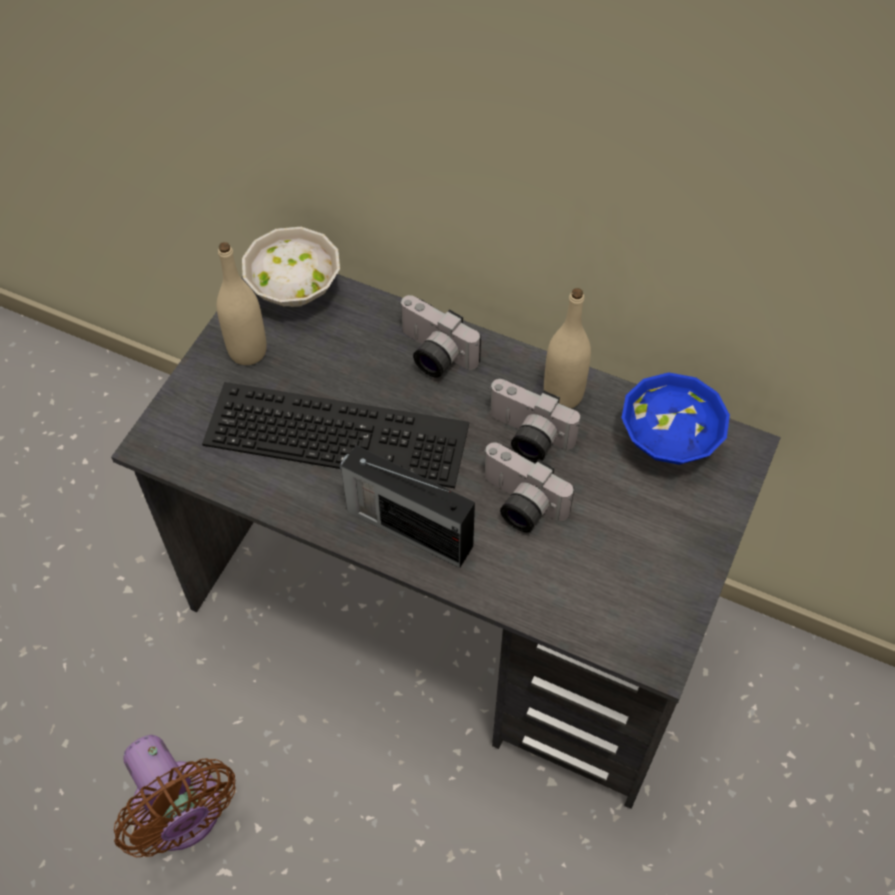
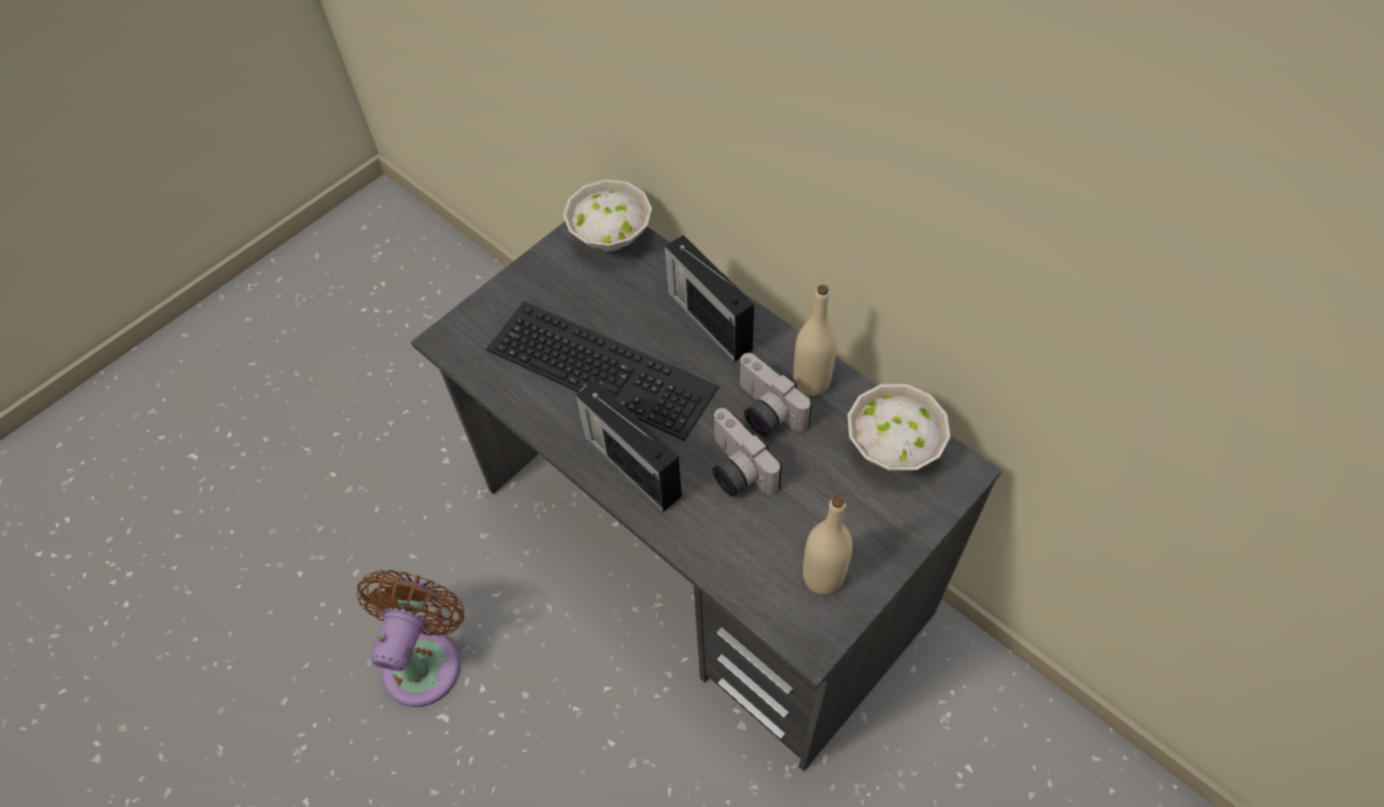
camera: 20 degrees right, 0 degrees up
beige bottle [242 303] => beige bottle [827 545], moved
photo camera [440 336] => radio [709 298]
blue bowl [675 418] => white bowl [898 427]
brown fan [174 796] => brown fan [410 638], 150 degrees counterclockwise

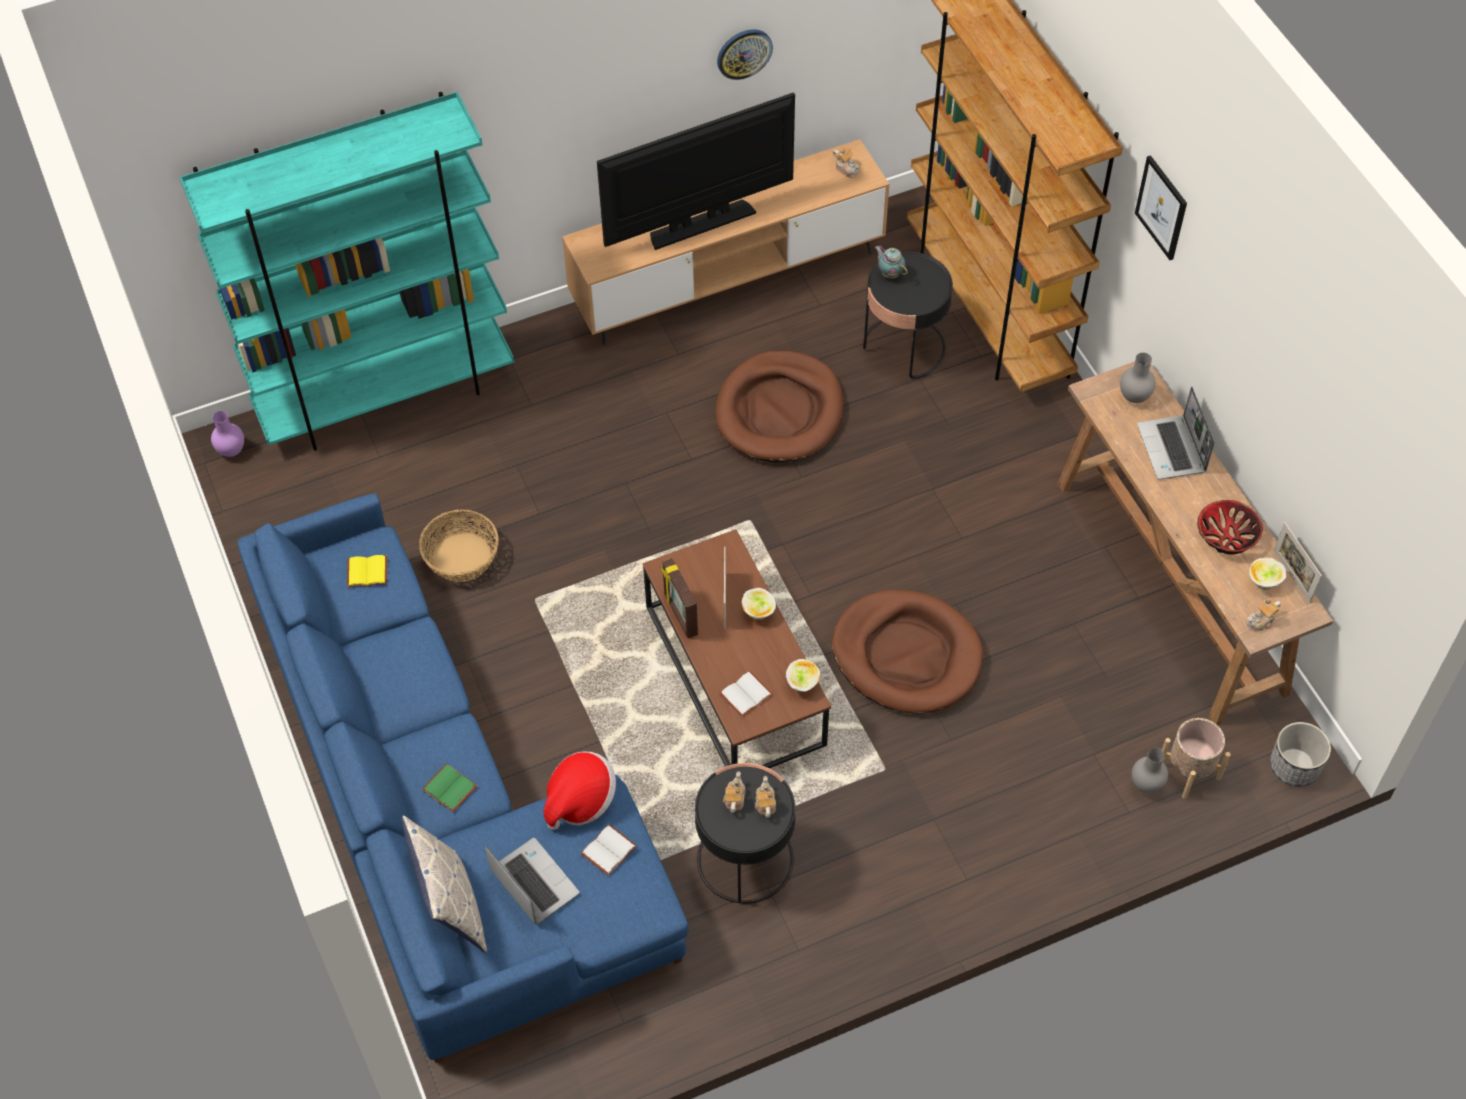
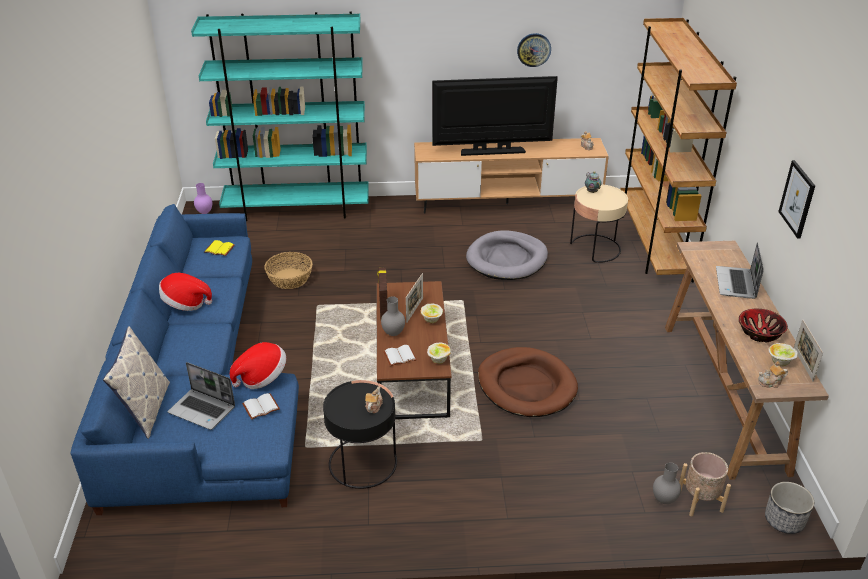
camera: 20 degrees right, 20 degrees down
green book [449 788] => nothing
teapot [734 792] => nothing
nothing => hat [185 291]
grey vase [1138 377] => grey vase [393 316], moved
picture [1161 207] => picture [796 199], moved
brown dog bed [779 407] => grey dog bed [507 255]
black side table [908 315] => beige side table [599 223]
laptop [532 881] => laptop [201 396], 135 degrees clockwise

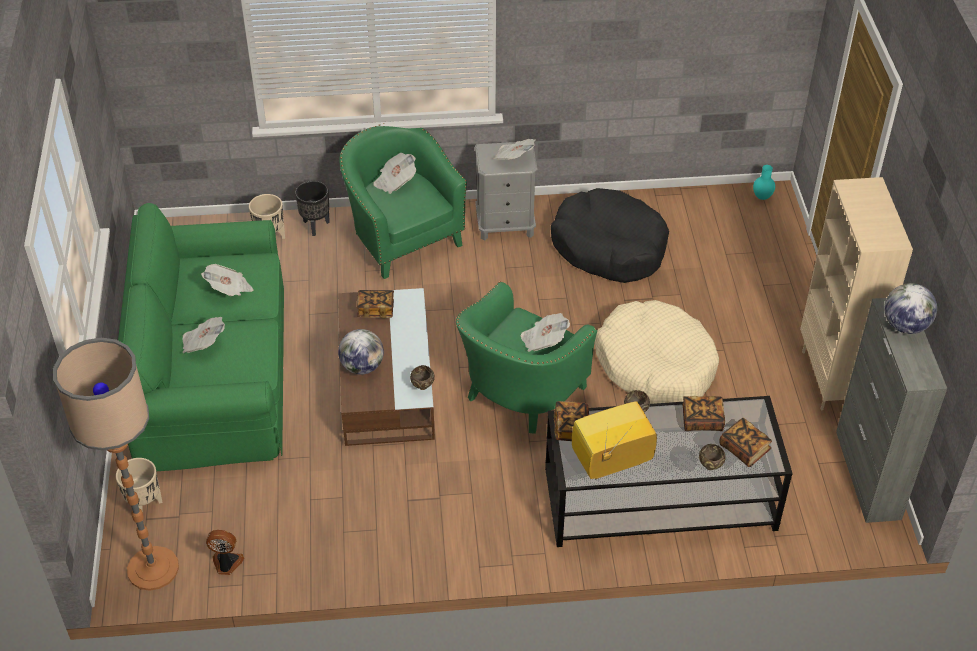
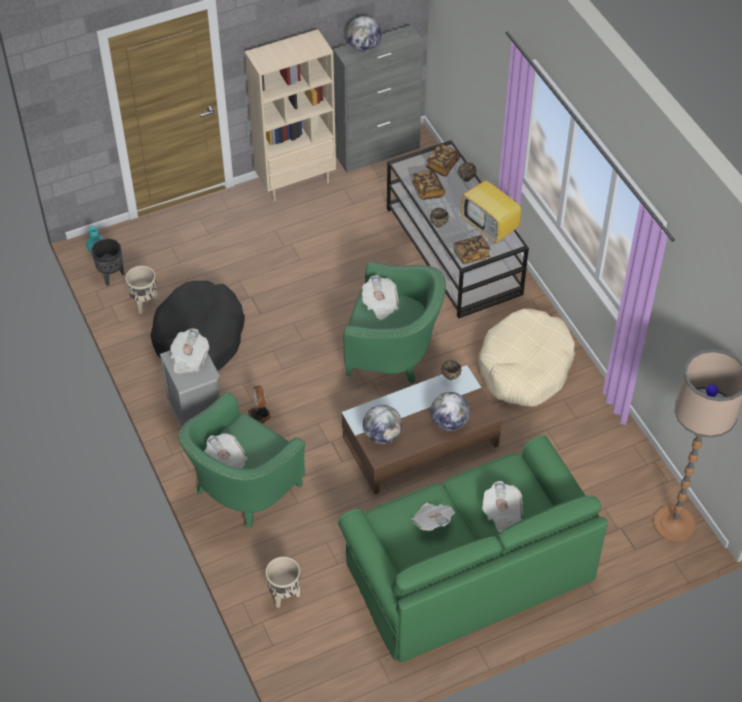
camera: 110 degrees left, 5 degrees up
beige planter [139 485] => beige planter [141 290], moved
fan [225 552] => fan [259 405], moved
black planter [312 208] => black planter [107 262], moved
beige dog bed [657 352] => beige dog bed [526 357], moved
book [375 304] => globe [382 424]

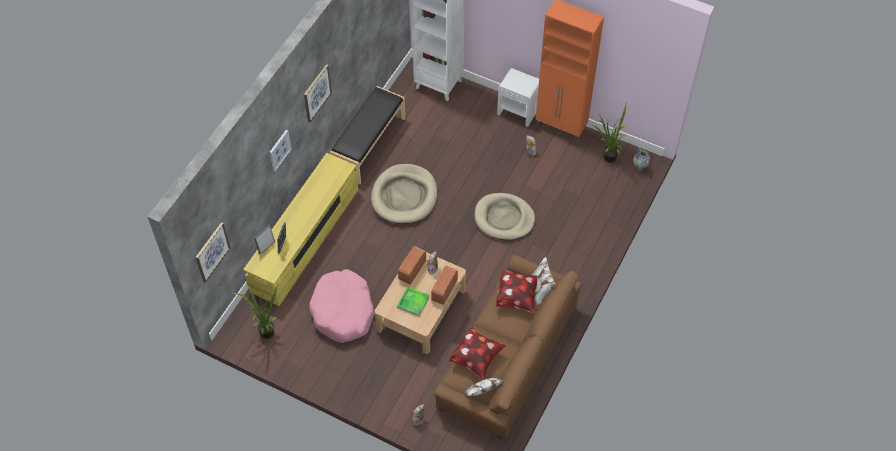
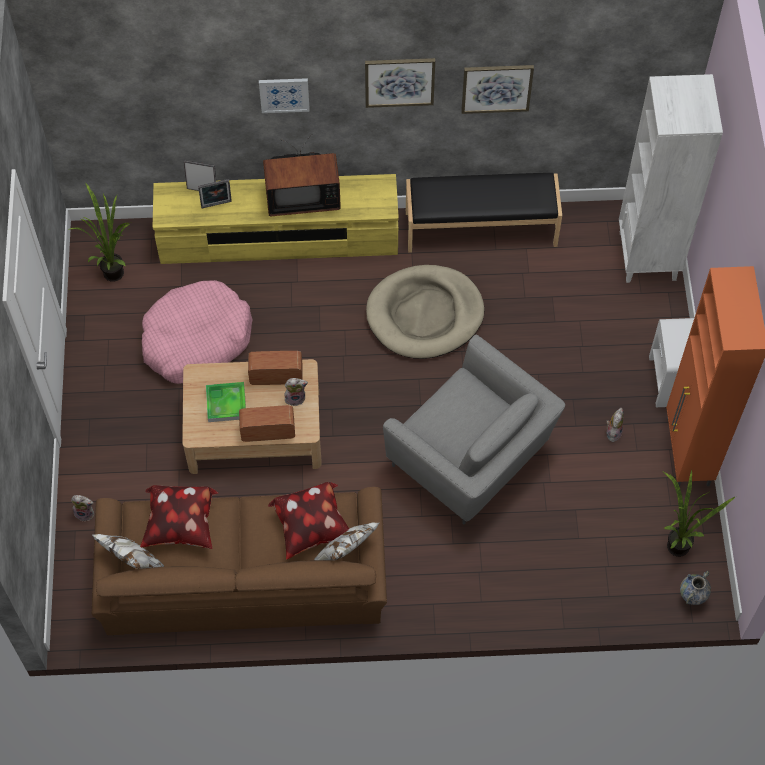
camera: 60 degrees right, 5 degrees up
nothing => television [302 174]
picture [212 252] => picture [497 89], moved
beige dog bed [505 216] => grey armchair [474 429]

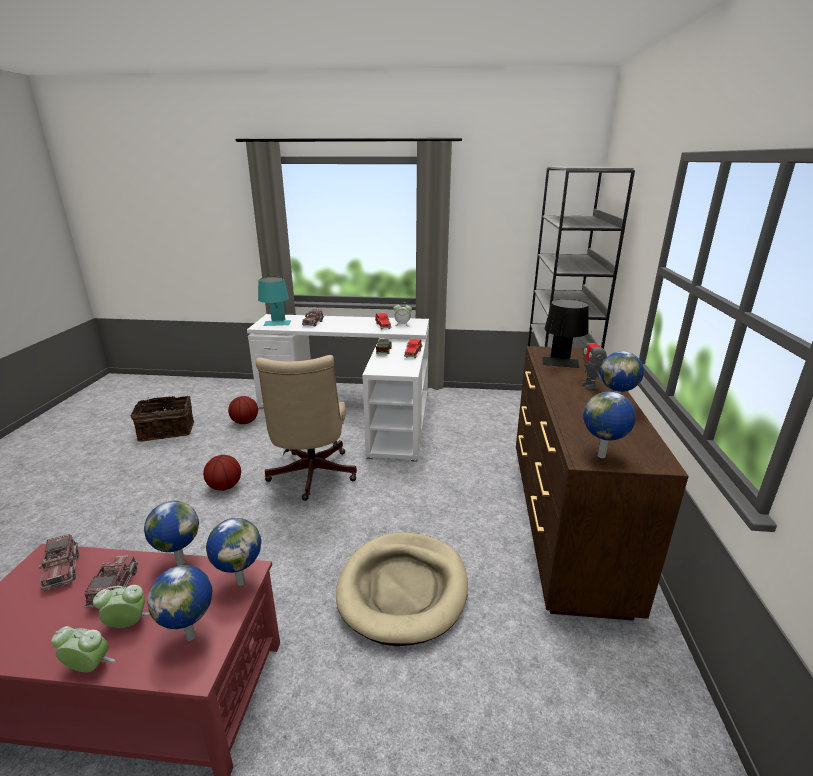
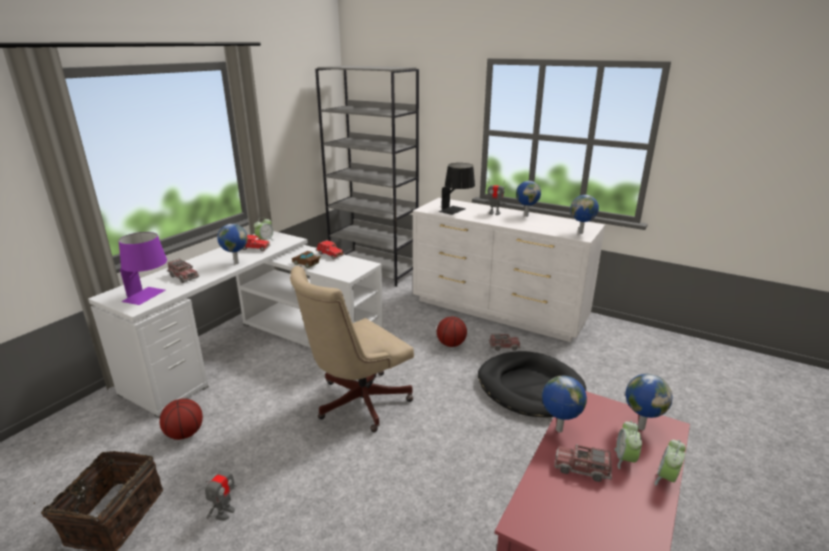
camera: 65 degrees left, 0 degrees up
nothing => toy robot [221 491]
toy truck [59 562] => toy truck [504 342], moved
basketball [222 473] => basketball [452 332], moved
globe [233 552] => globe [232 244], moved
turquoise table lamp [274 301] => purple table lamp [143 268]
beige dog bed [402 589] => black dog bed [532 384]
brown dresser [602 483] => white dresser [509 270]
beige office chair [306 428] => beige office chair [352 349], 120 degrees clockwise

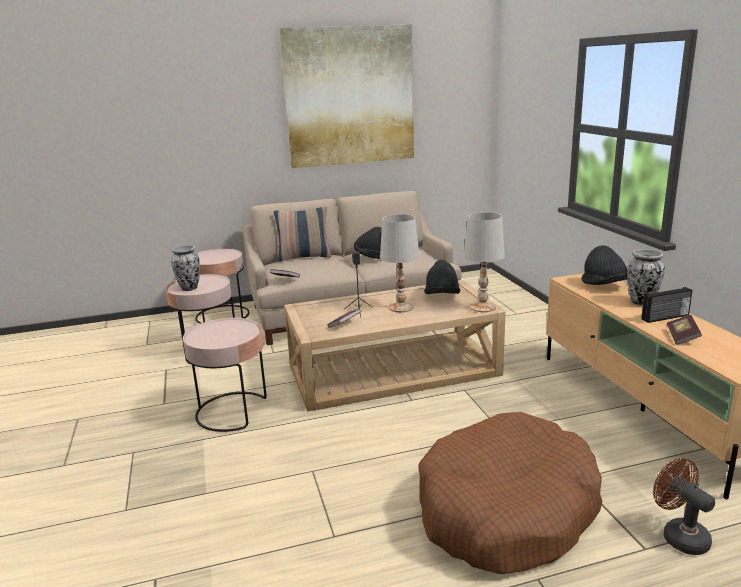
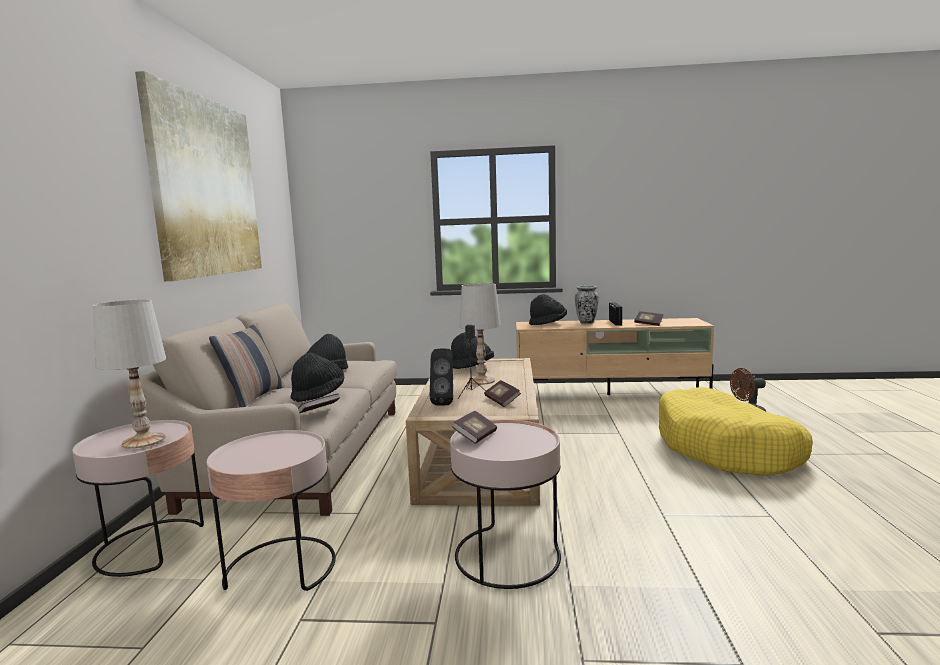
camera: 70 degrees left, 10 degrees down
vase [185 268] => nothing
nothing => black hat [317 377]
nothing => black speaker [441 377]
nothing => book [474 427]
white table lamp [484 262] => white table lamp [129 374], moved
brown dog bed [510 493] => yellow dog bed [736 431]

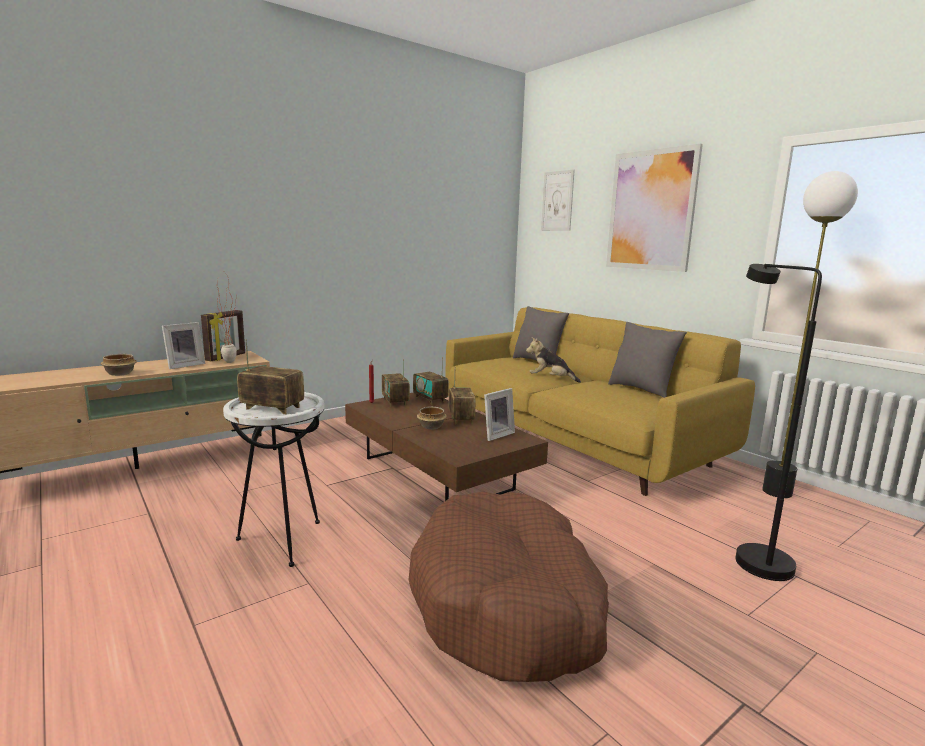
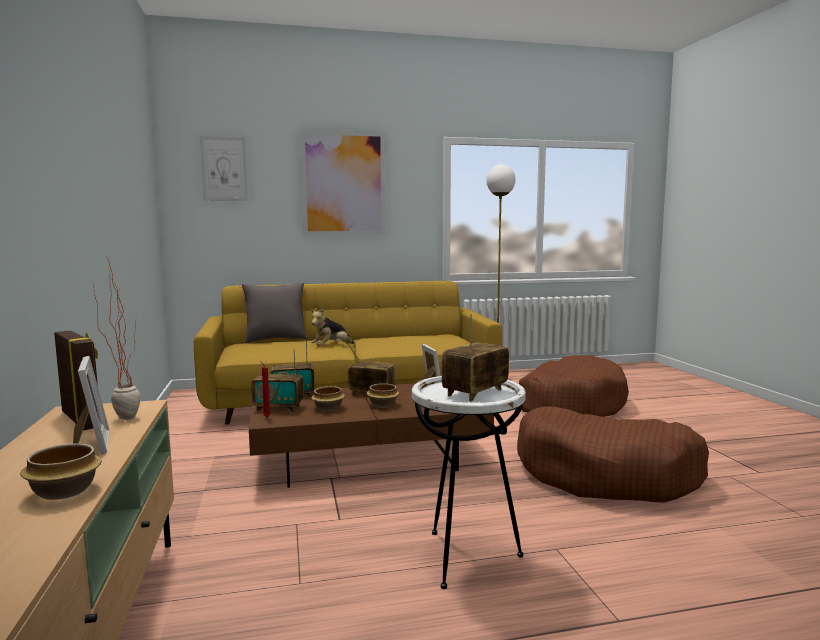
camera: 65 degrees left, 5 degrees down
grey pillow [647 360] => nothing
nothing => bowl [328 398]
black floor lamp [779 422] => brown dog bed [574 386]

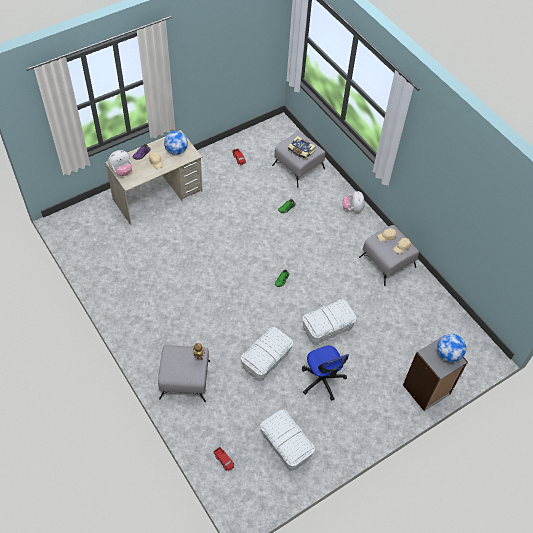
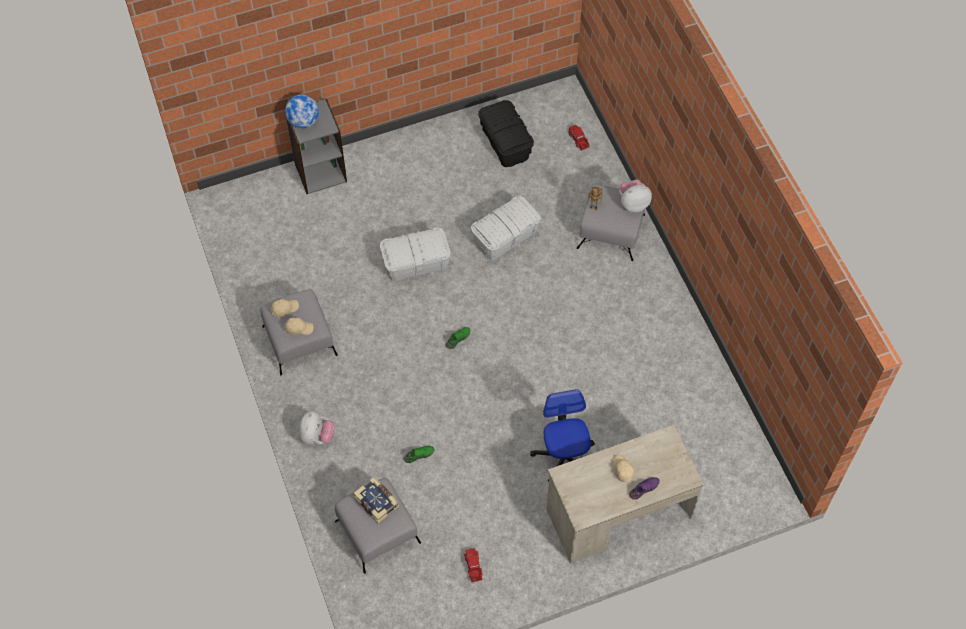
camera: 165 degrees left, 5 degrees up
globe [176 143] => nothing
plush toy [120 163] => plush toy [635 196], moved
office chair [325 373] => office chair [562 435], moved
white storage box [287 440] => black storage box [506 133]

